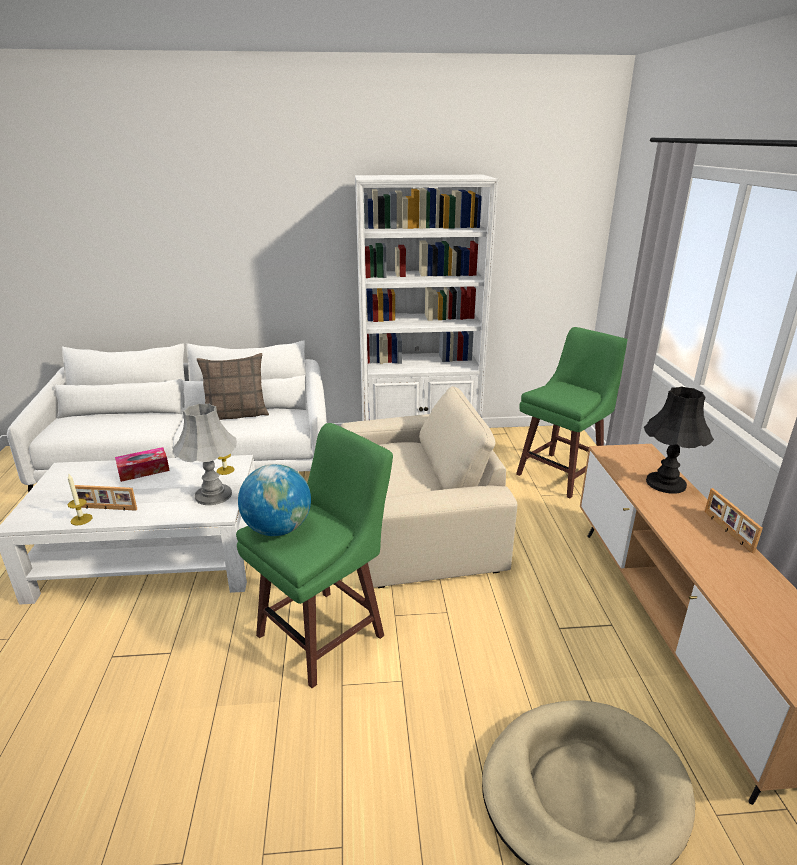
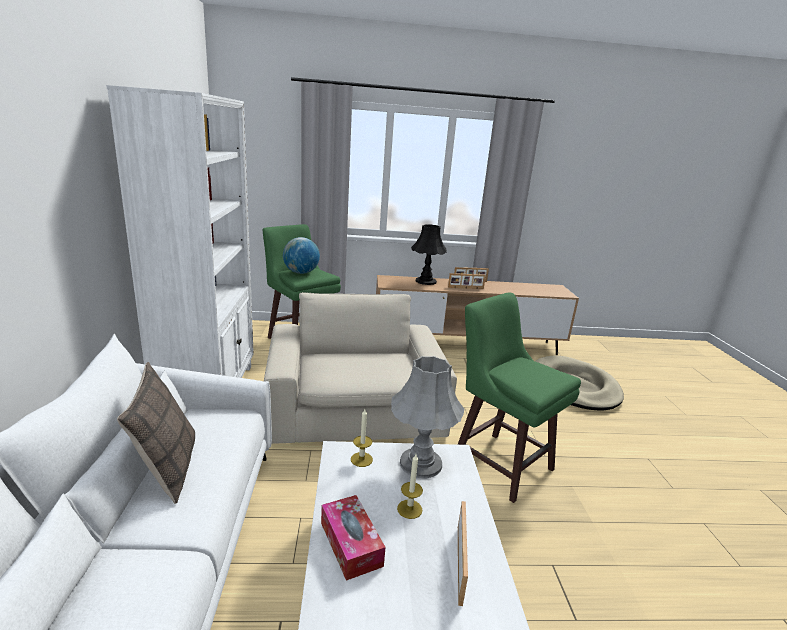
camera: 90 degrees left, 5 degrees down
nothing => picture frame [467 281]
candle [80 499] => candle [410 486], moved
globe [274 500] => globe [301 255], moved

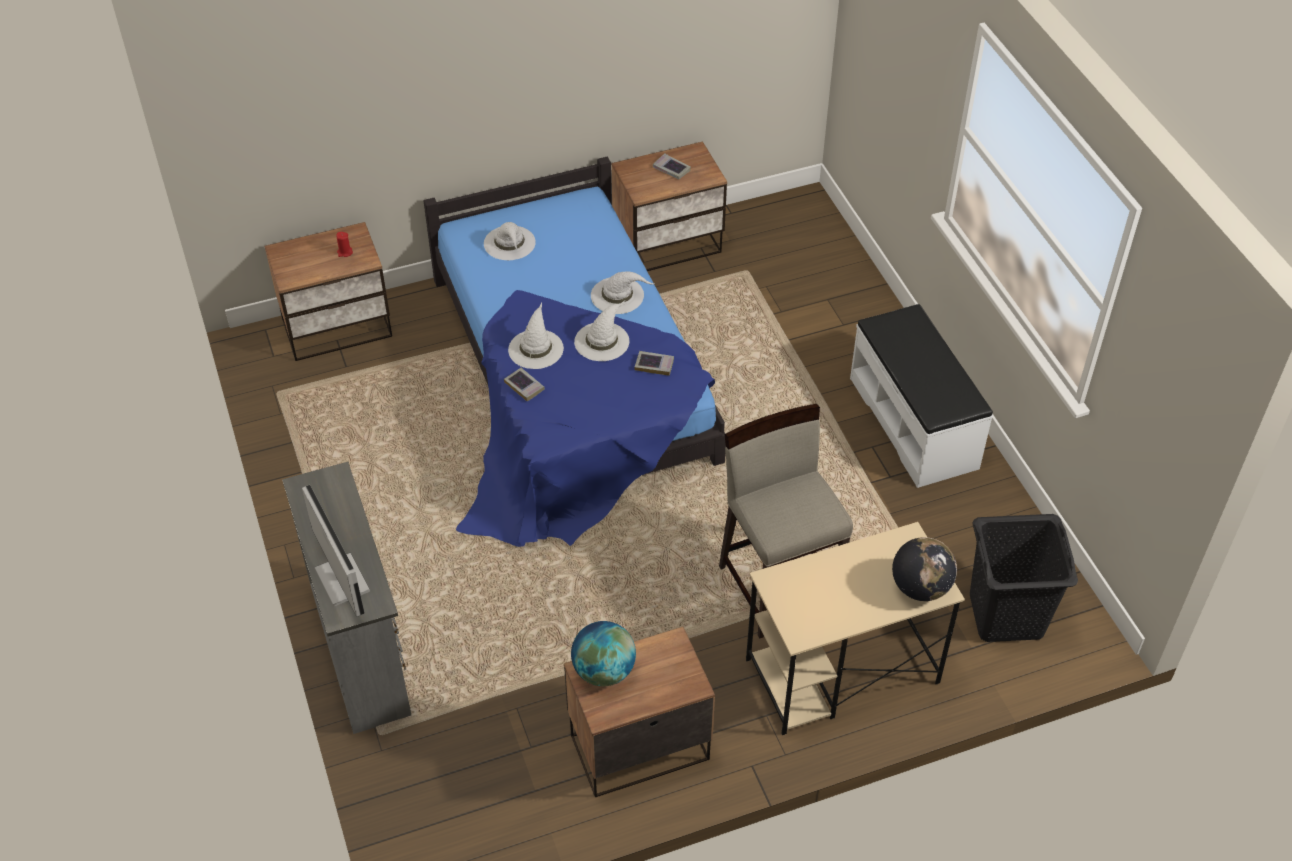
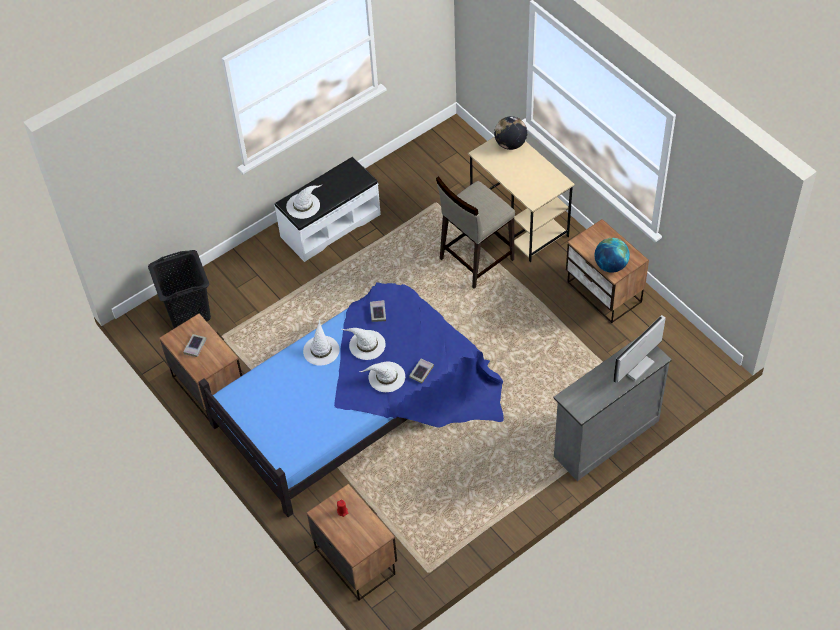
camera: 105 degrees left, 5 degrees up
white hat [510 241] => white hat [304 201], moved
black laundry basket [1024 578] => black laundry basket [179 289], moved

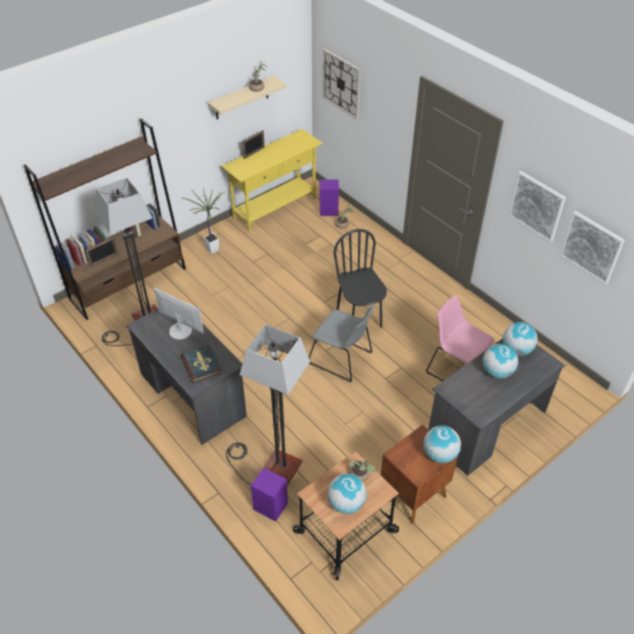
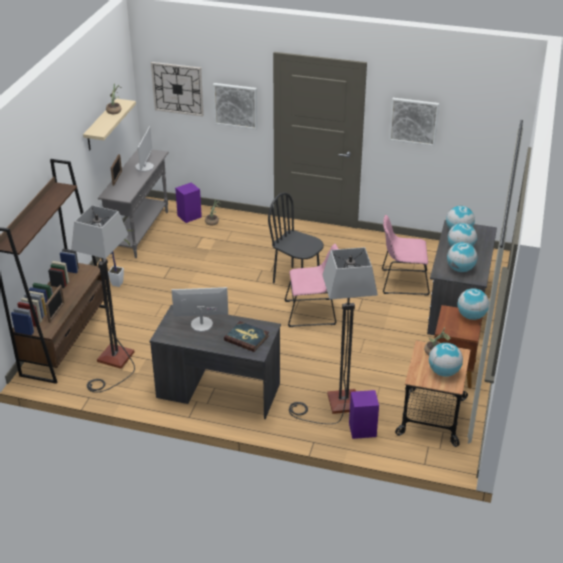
camera: 35 degrees left, 10 degrees down
nothing => monitor [144 149]
nothing => globe [462 257]
picture [592 248] => picture [235 106], moved
yellow console table [272 181] => grey console table [133 203]
grey chair [342 343] => pink chair [311 285]

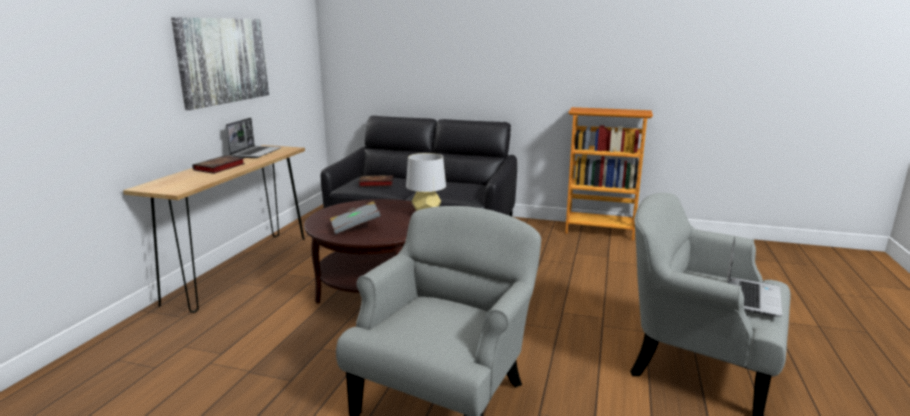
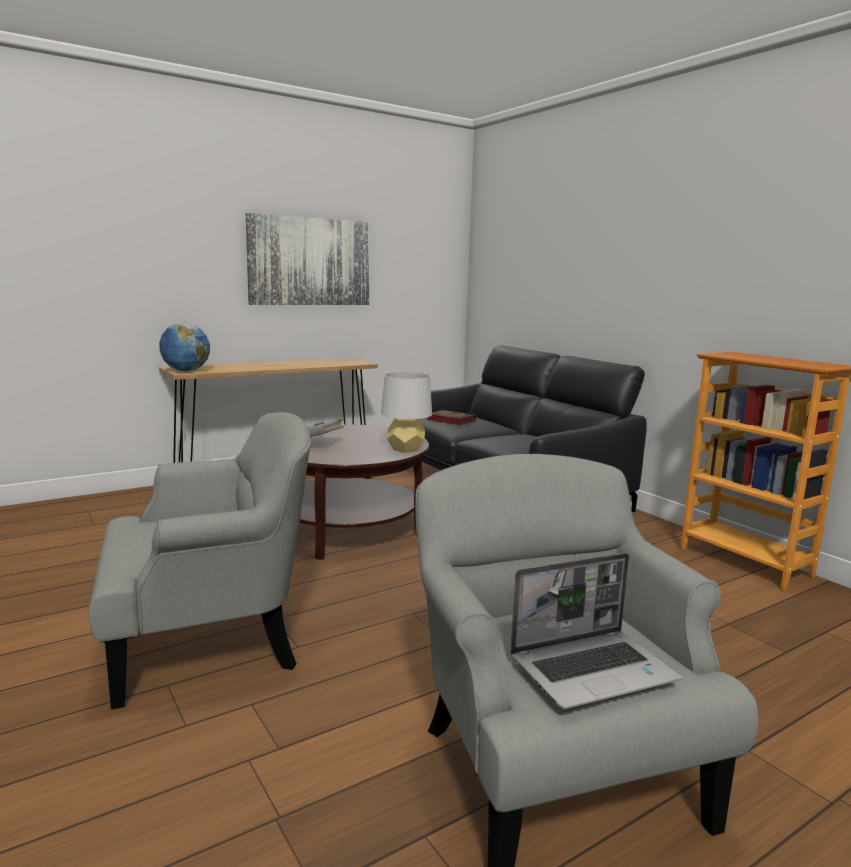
camera: 40 degrees right, 5 degrees down
book [218 164] => nothing
laptop [253 137] => nothing
nothing => globe [184 347]

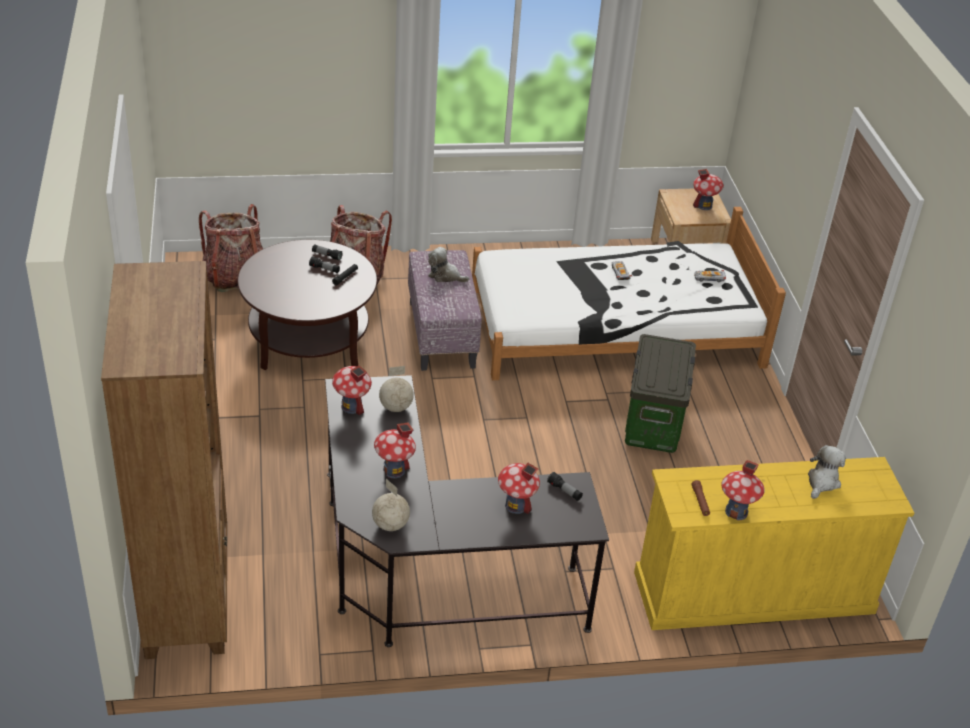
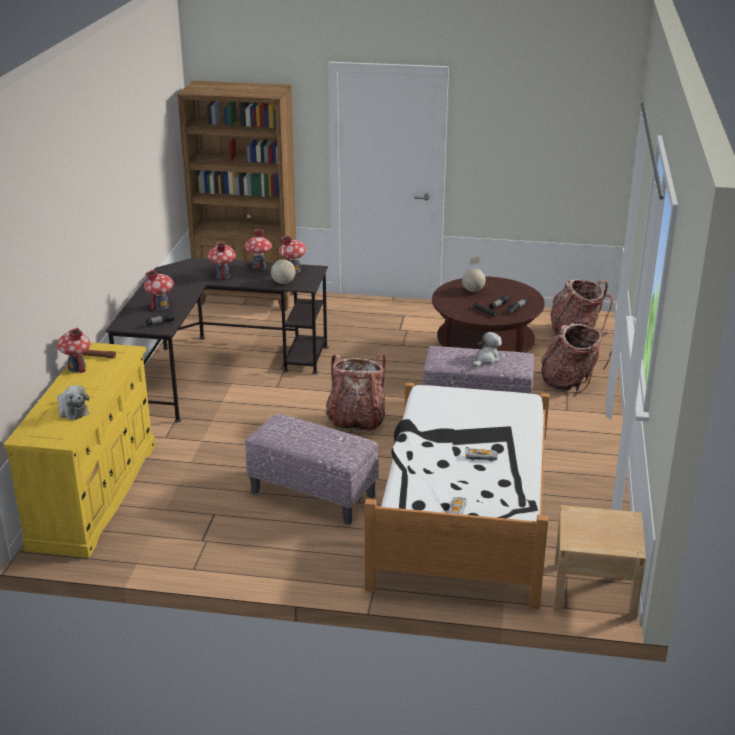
camera: 110 degrees right, 10 degrees down
nothing => backpack [356 392]
globe [391 505] => globe [474 274], moved
toy house [708 189] => toy house [258 249], moved
storage box [660 393] => ottoman [311 469]

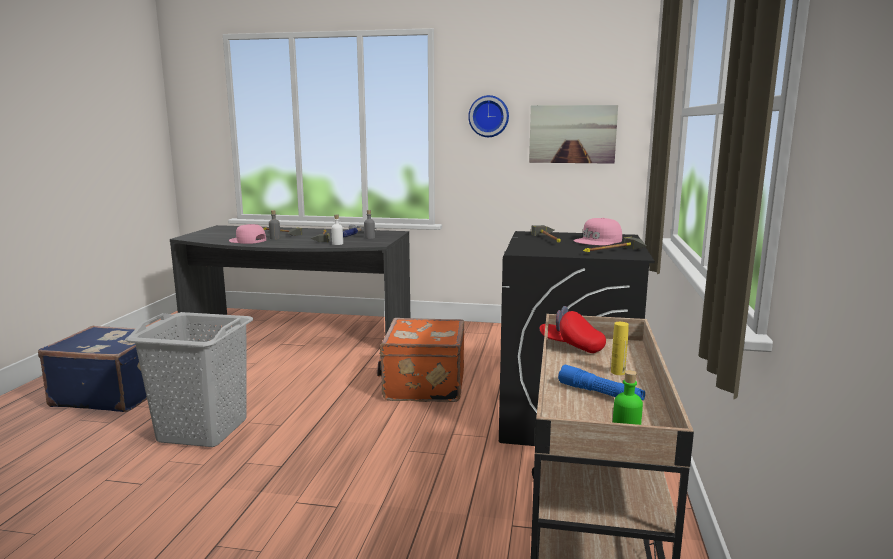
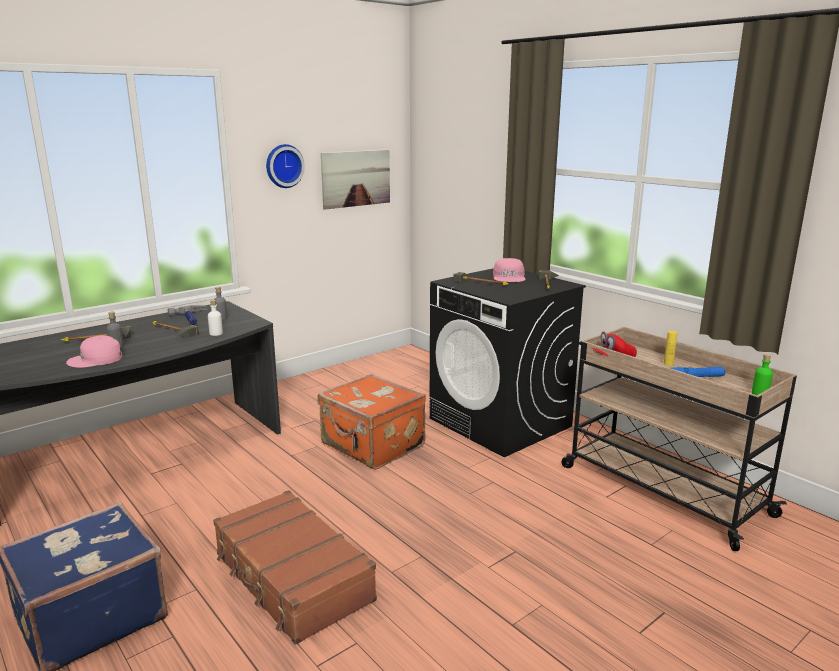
camera: 50 degrees left, 5 degrees up
grey laundry basket [189 379] => brown suitcase [295 567]

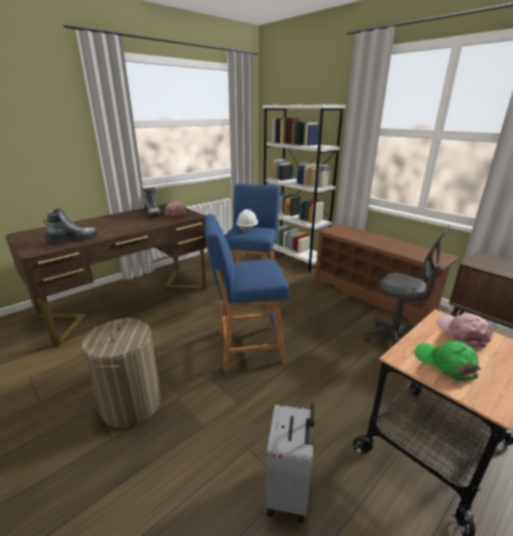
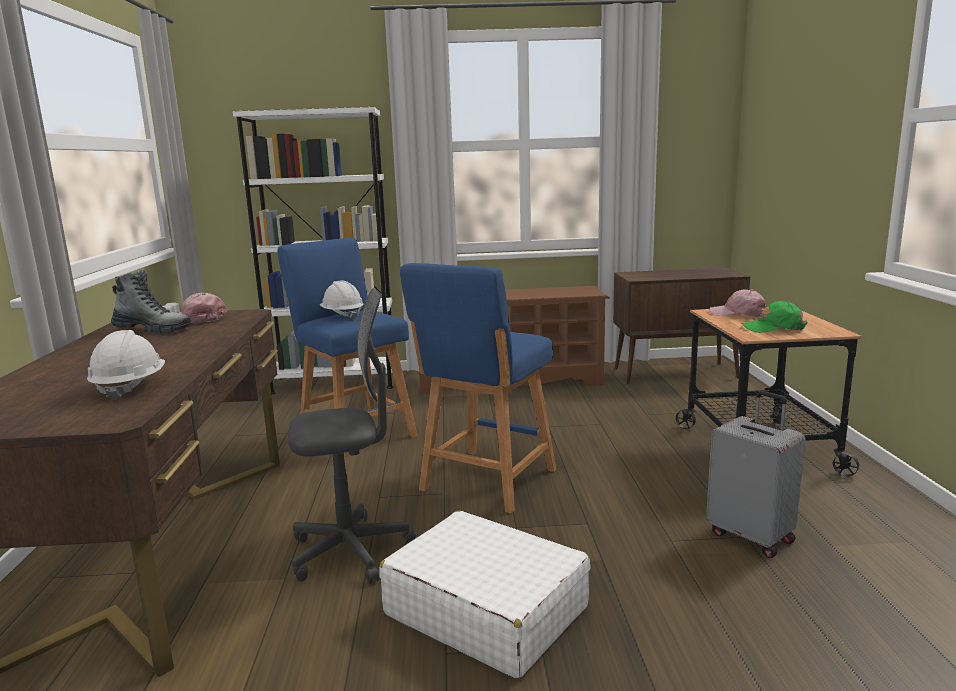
camera: 50 degrees left, 10 degrees down
grey office chair [407 285] => grey office chair [352 436], moved
boot [70 225] => white hard hat [126 365]
laundry basket [121 372] => white suitcase [485 595]

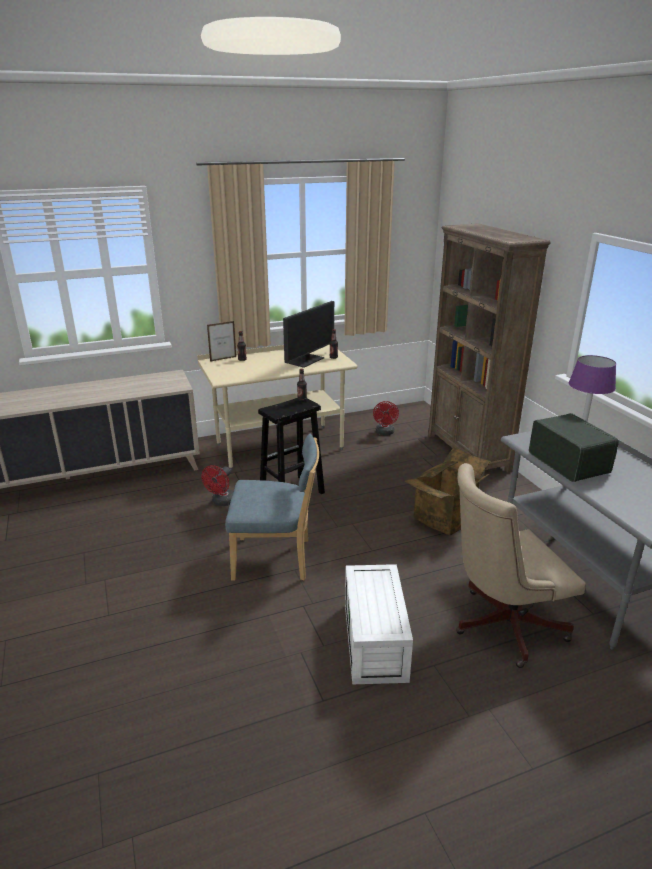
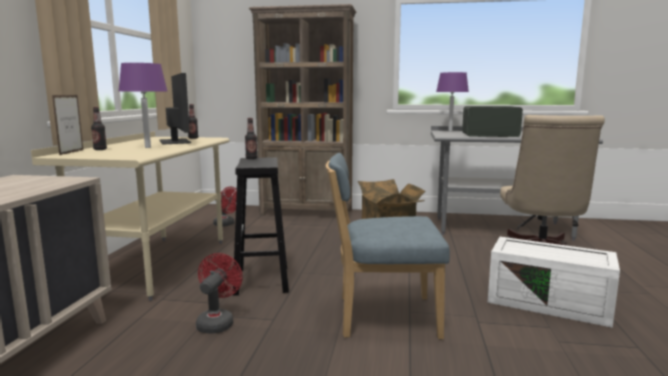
camera: 60 degrees left, 15 degrees down
nothing => purple table lamp [143 105]
red fan [217 485] => red fan [219 293], 135 degrees counterclockwise
blue chair [272 507] => blue chair [388 246], 120 degrees counterclockwise

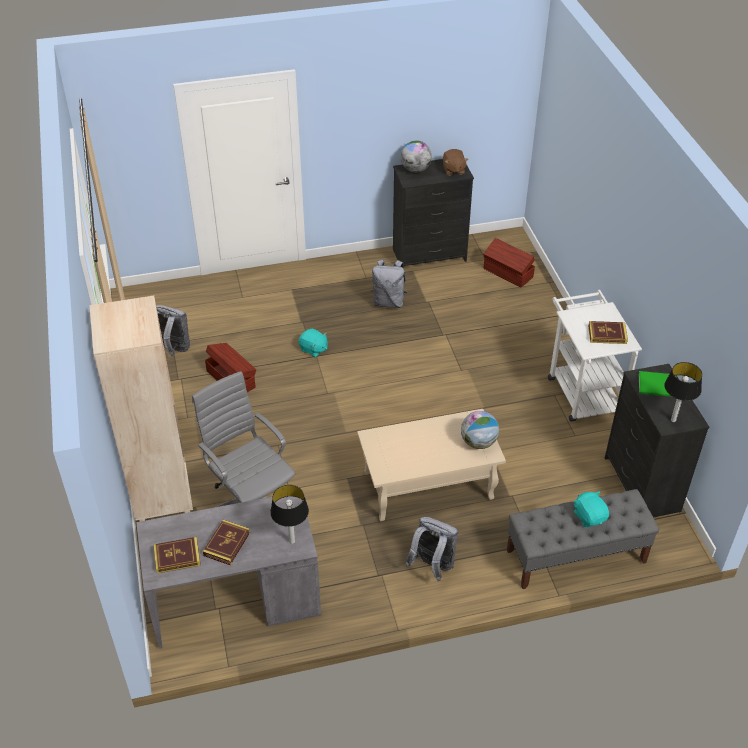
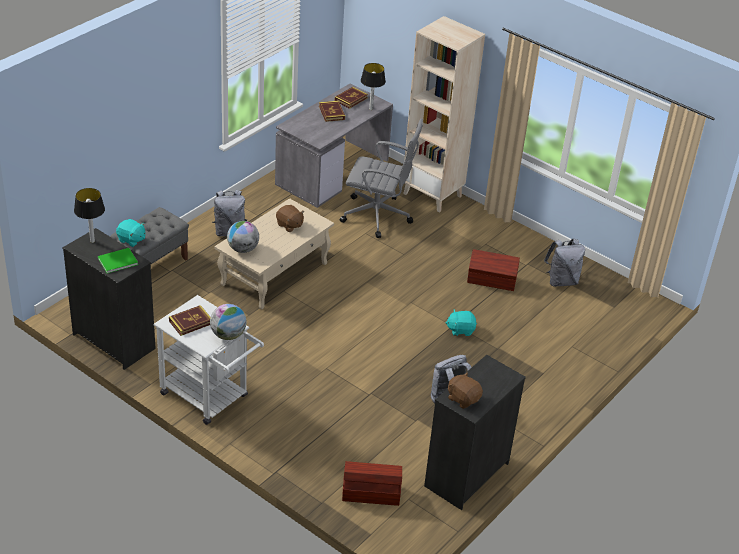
camera: 140 degrees right, 5 degrees down
nothing => brown plush toy [290 218]
table lamp [289 514] => table lamp [373 86], moved
globe [416 156] => globe [228 322], moved

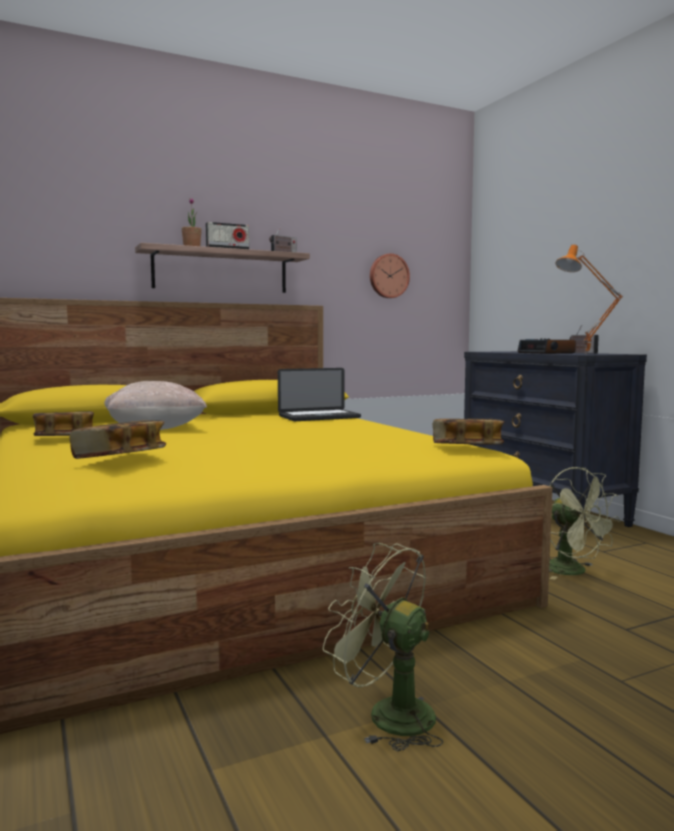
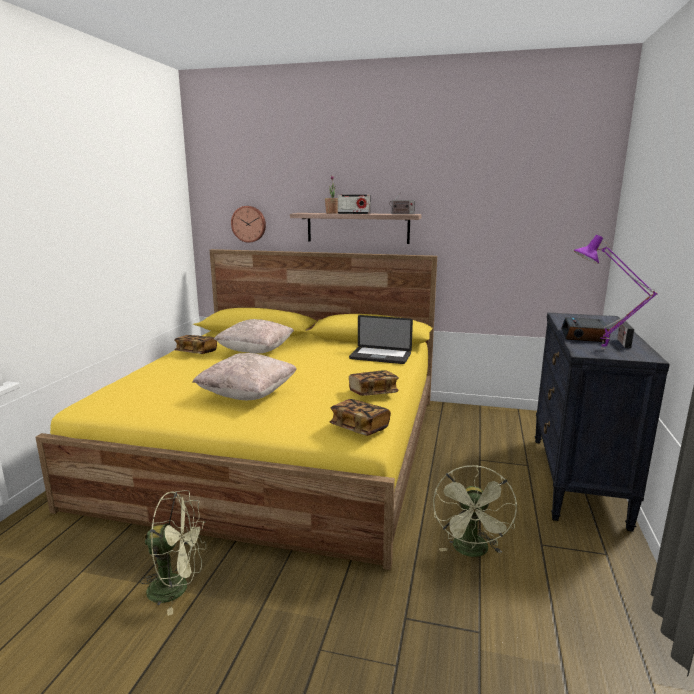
camera: 40 degrees right, 10 degrees up
nothing => beige pillow [244 376]
book [118 439] => book [374 383], moved
wall clock [390 276] => wall clock [248 224], moved
orange table lamp [589 299] => purple table lamp [616 292]
green fan [383 647] => green fan [173 553], 105 degrees clockwise

